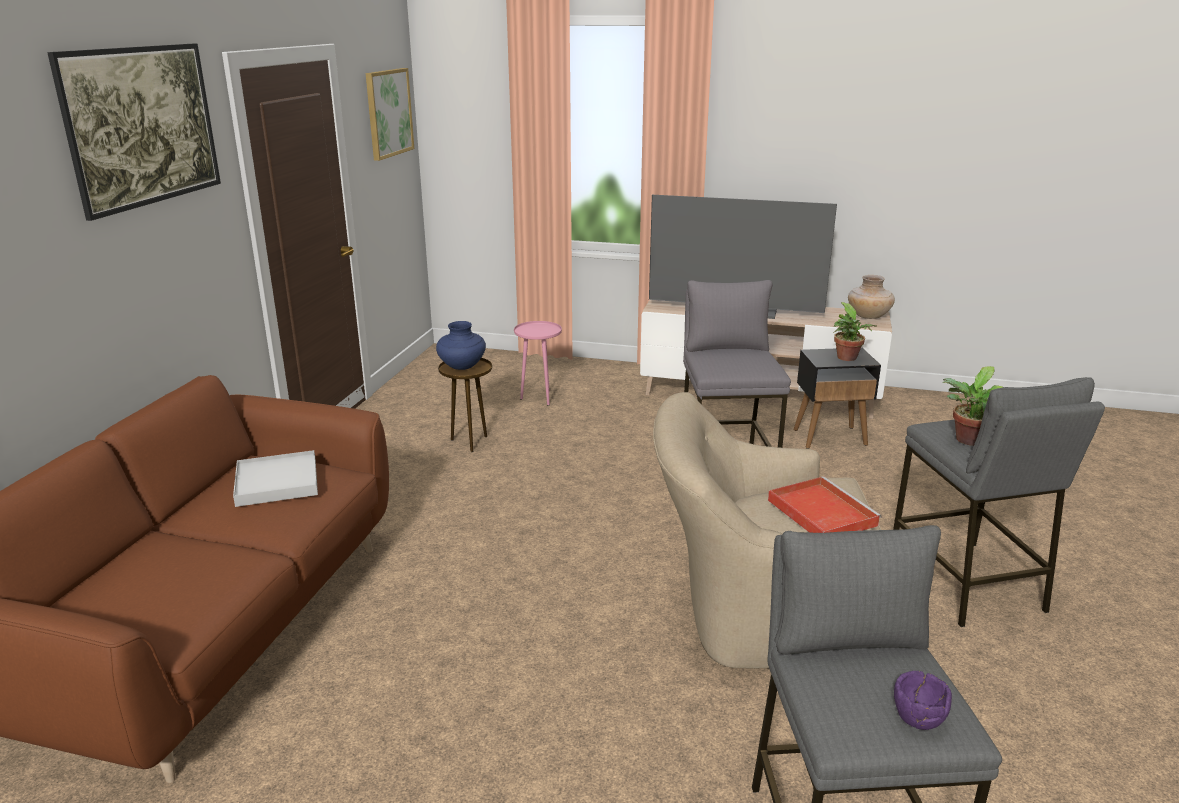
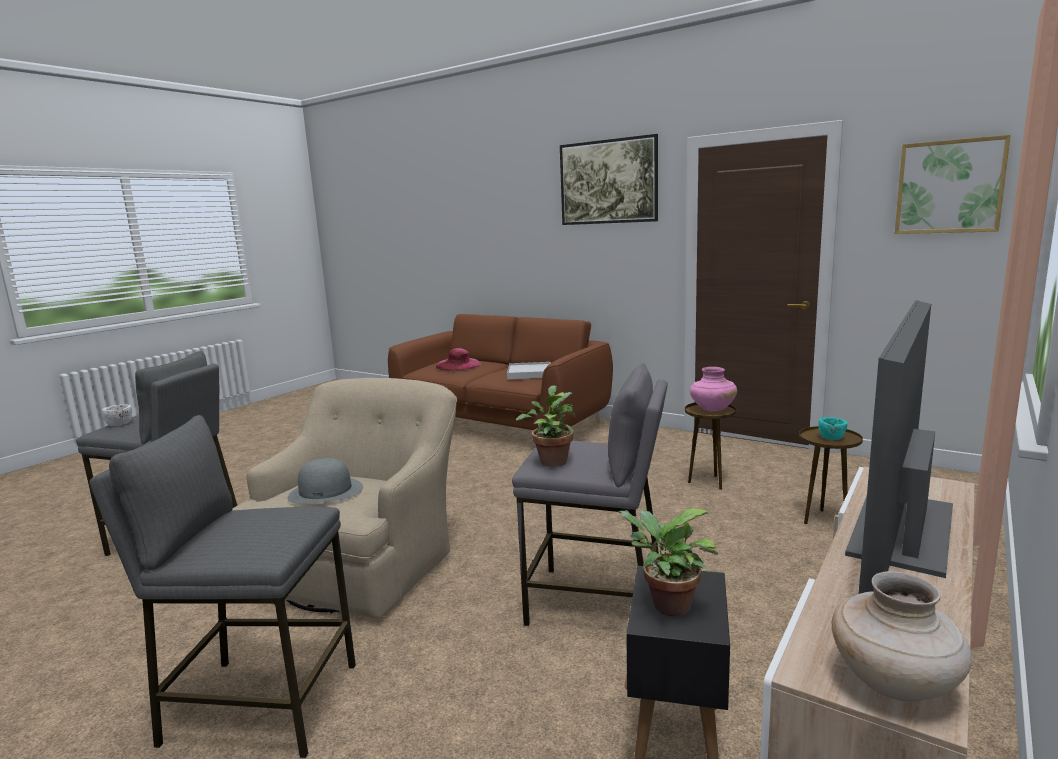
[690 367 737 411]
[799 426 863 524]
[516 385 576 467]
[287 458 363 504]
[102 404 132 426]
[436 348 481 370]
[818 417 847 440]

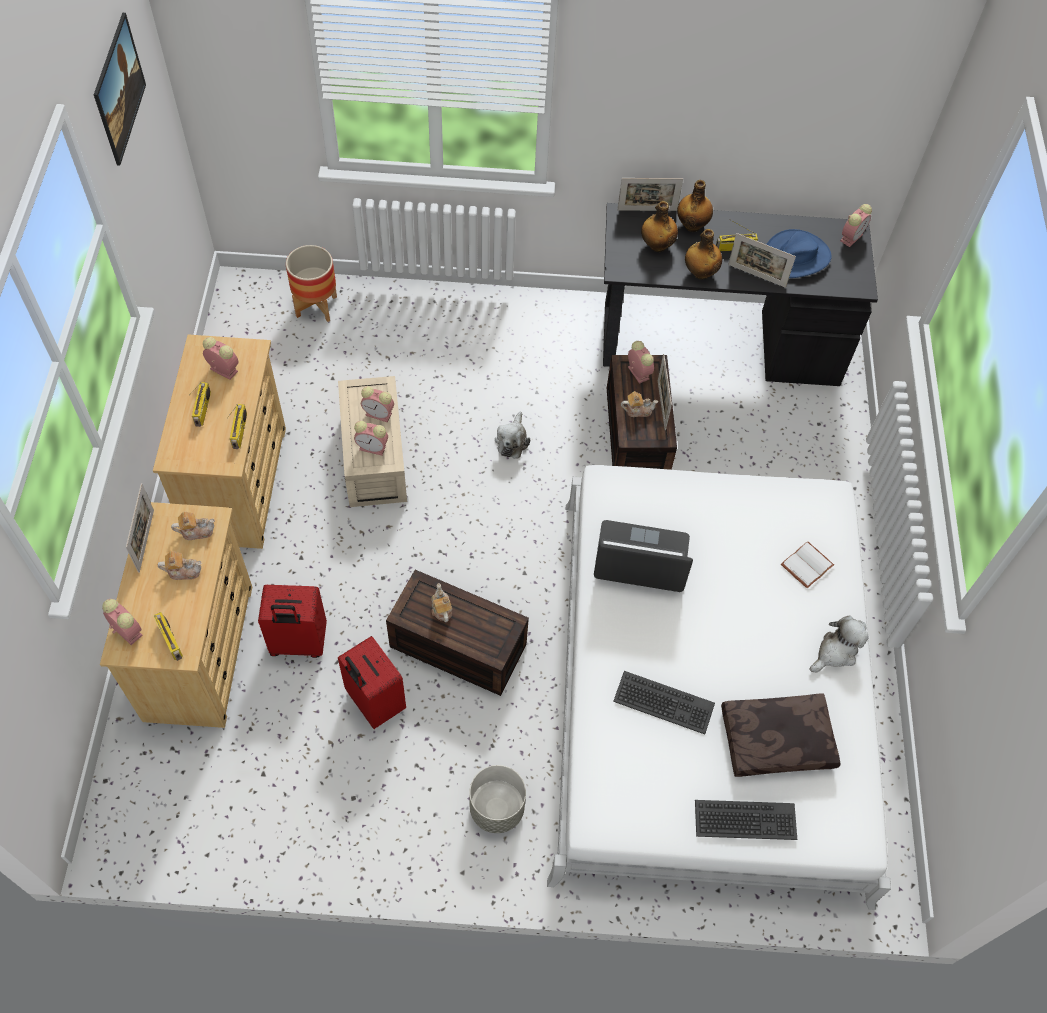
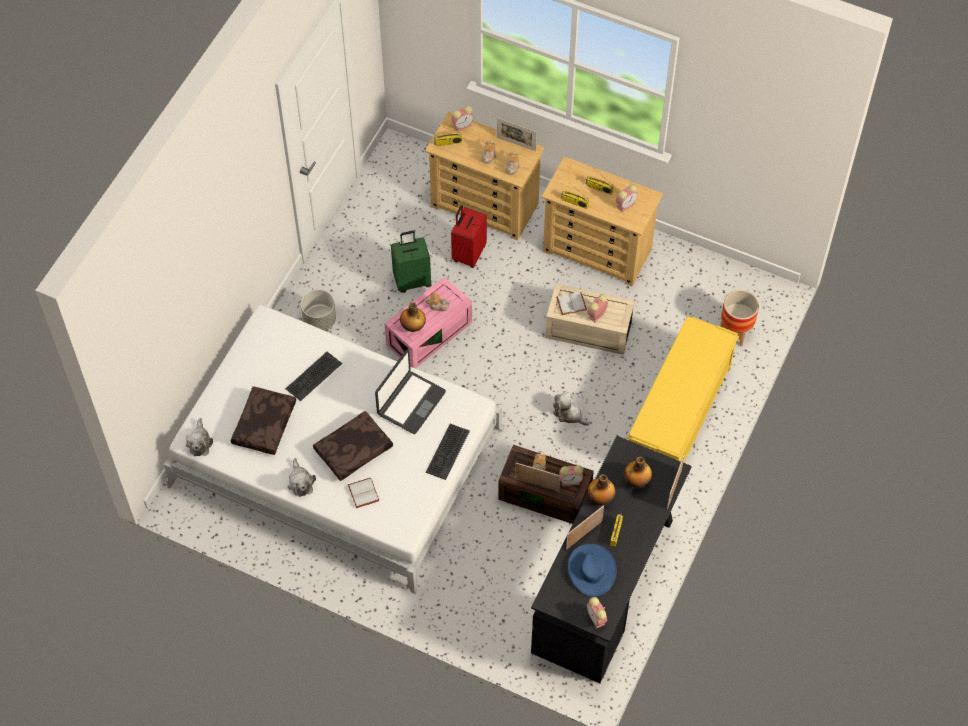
[94 13 146 166] (first image)
[400 302 426 332]
[556 292 587 315]
[385 277 472 368]
[391 231 432 293]
[425 424 470 480]
[627 317 739 463]
[313 411 393 481]
[186 418 213 456]

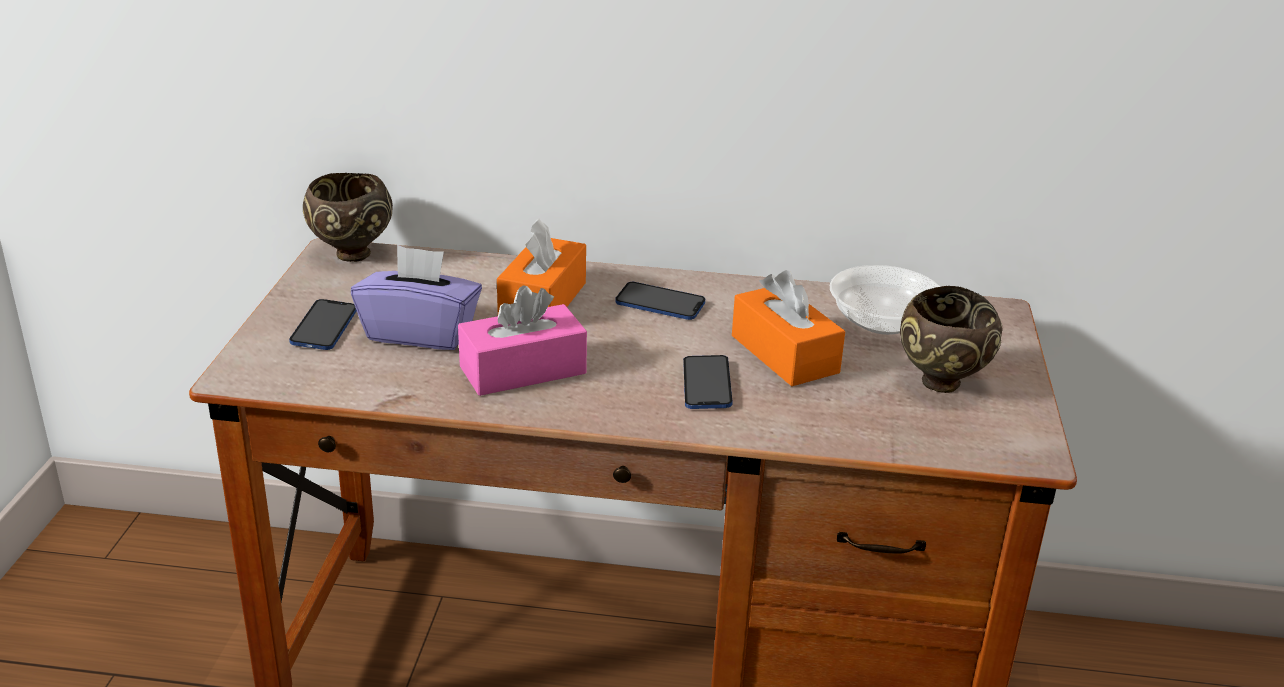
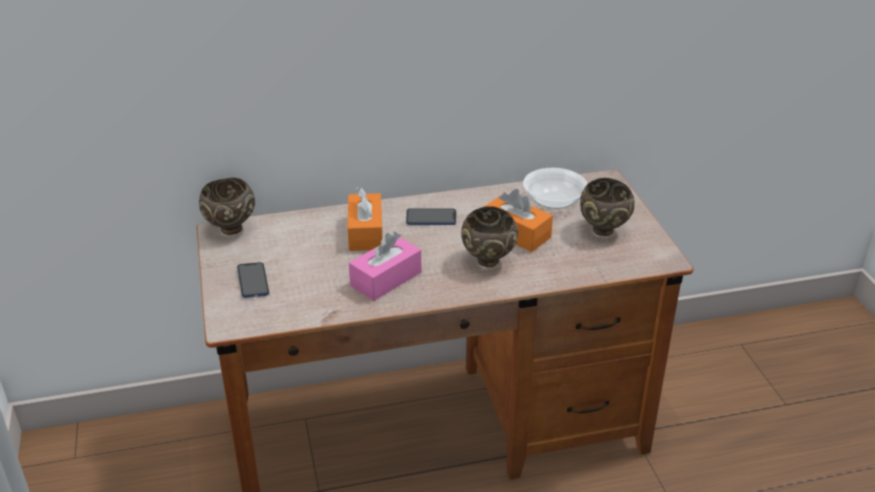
[351 245 482 350] (first image)
[461 206 518 267]

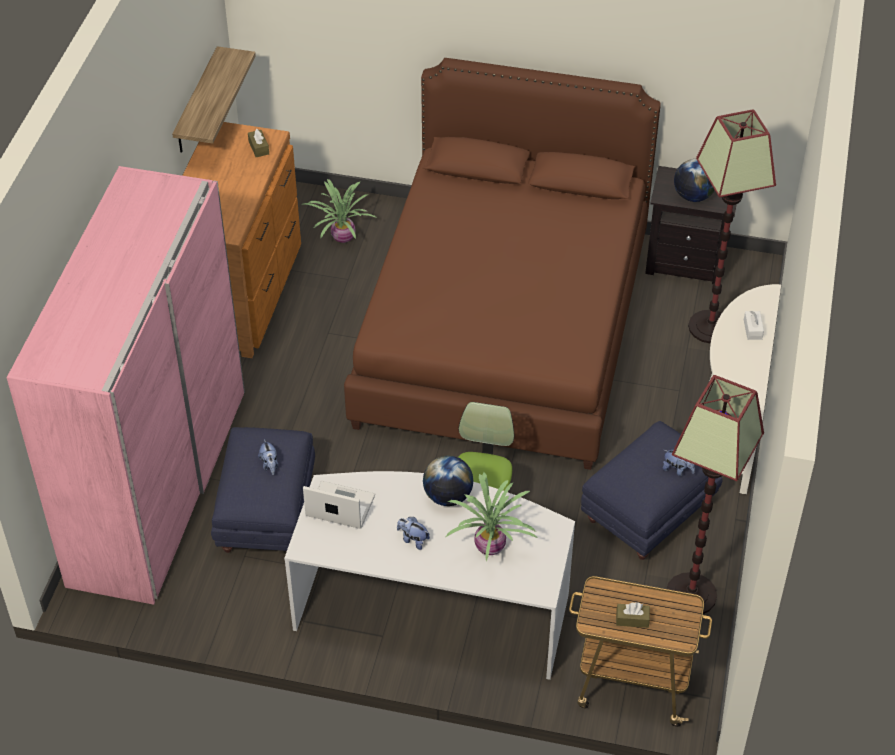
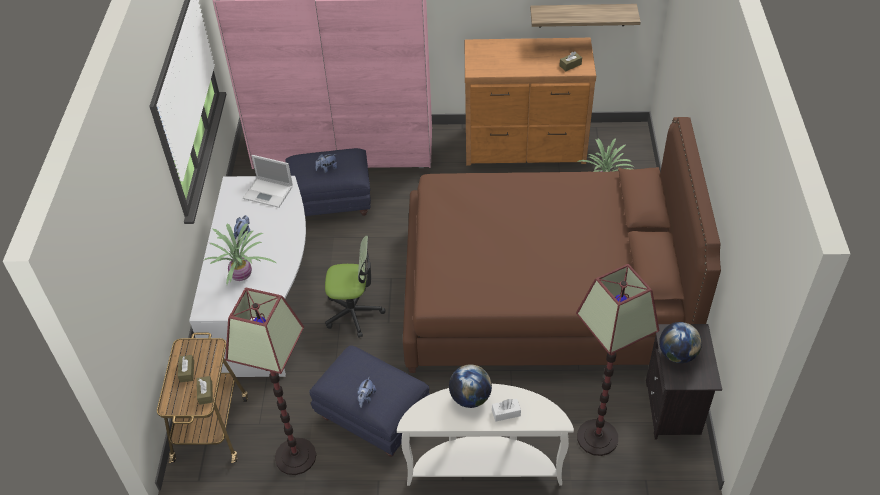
[449 364 492 408]
[243 155 293 208]
[197 376 213 405]

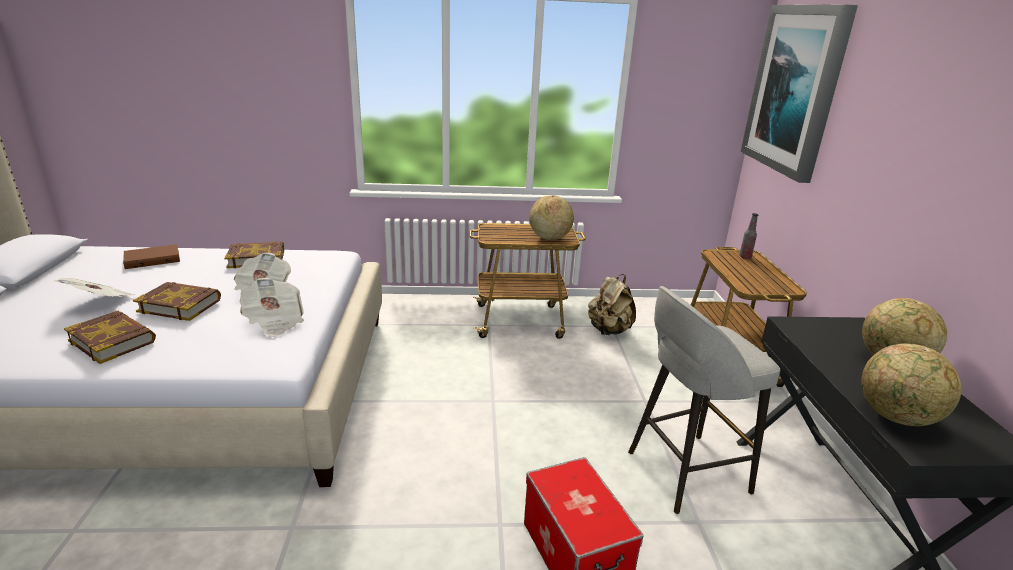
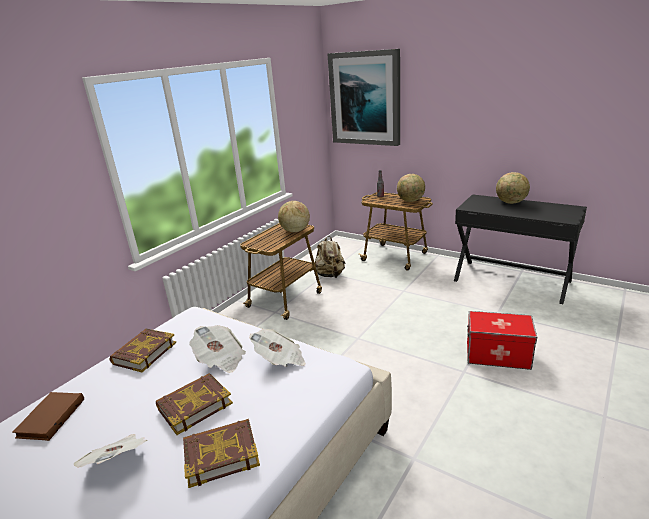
[628 286 780 514] (first image)
[397 174 425 202]

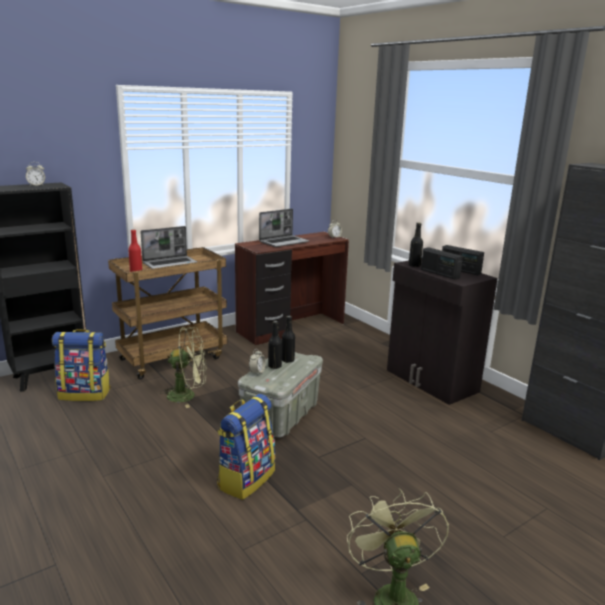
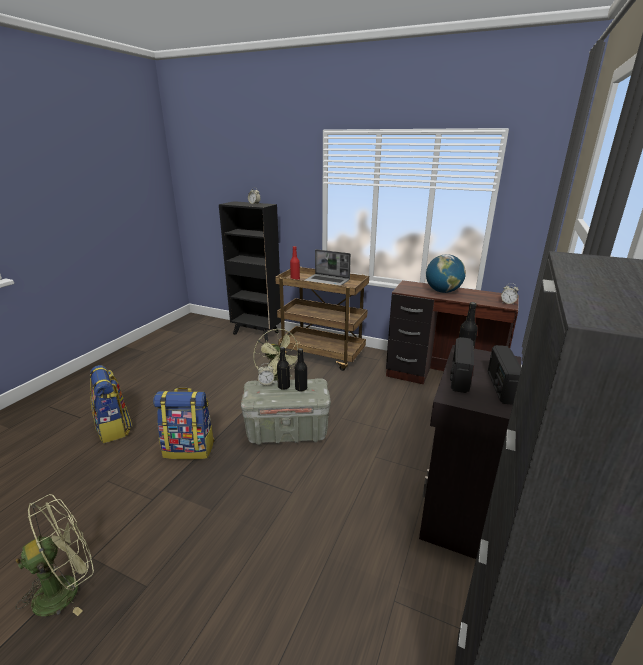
[426 254 466 293]
[90 365 132 444]

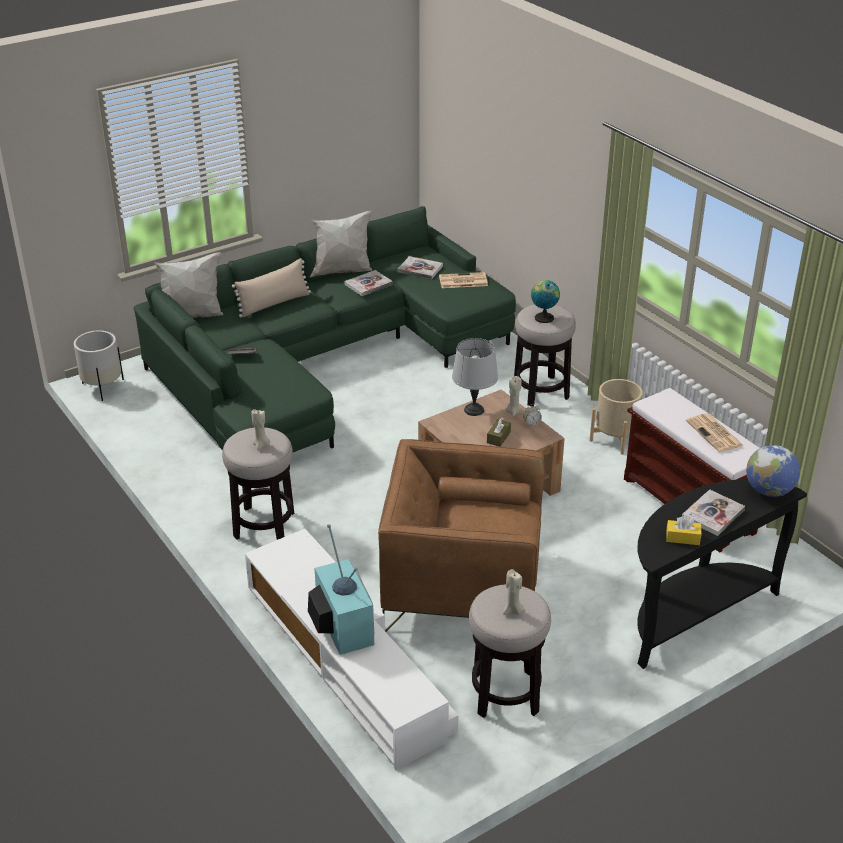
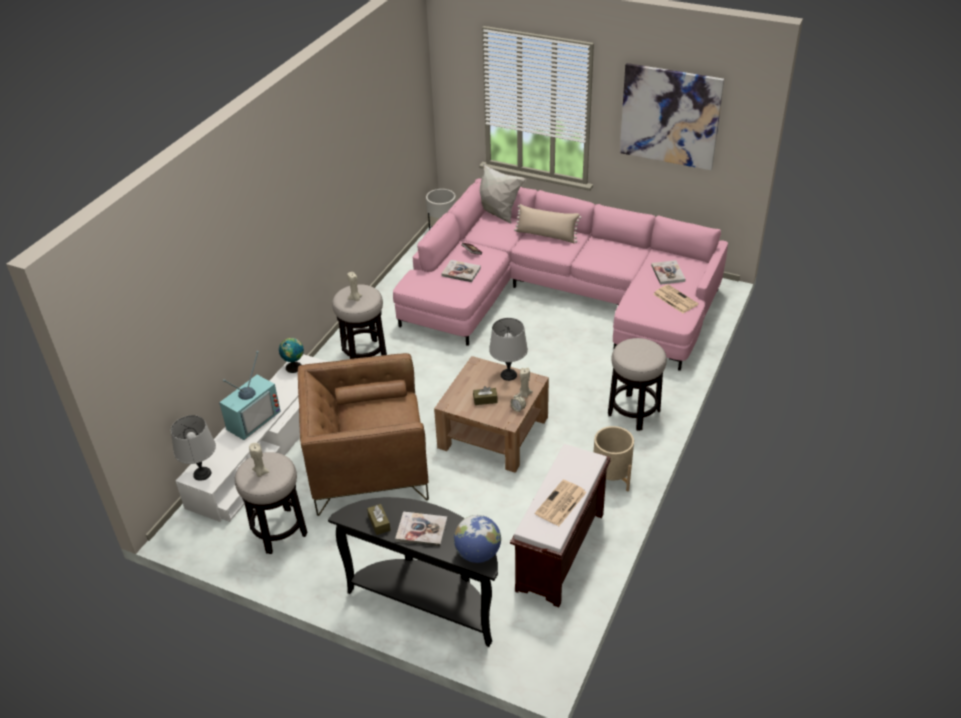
[393 178 728 371]
[310 211 372 277] (first image)
[441 260 481 282]
[279 338 304 373]
[298 353 429 516]
[367 504 391 535]
[620 63 724 170]
[171 415 216 481]

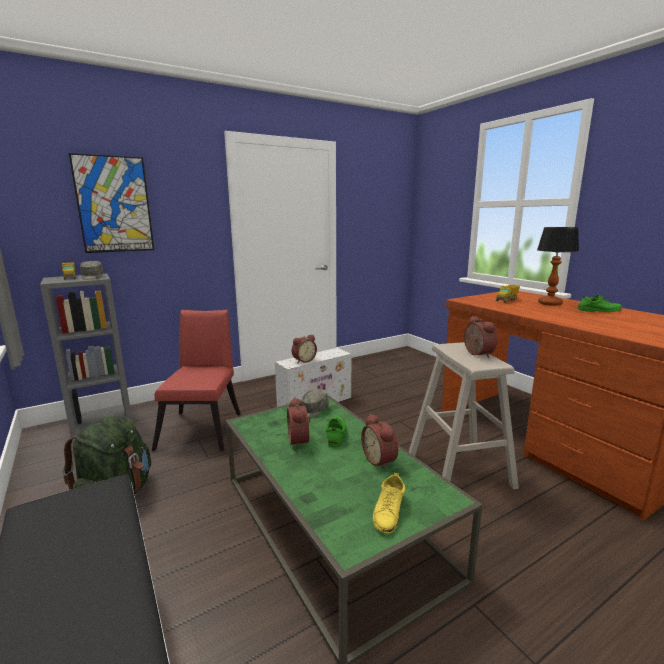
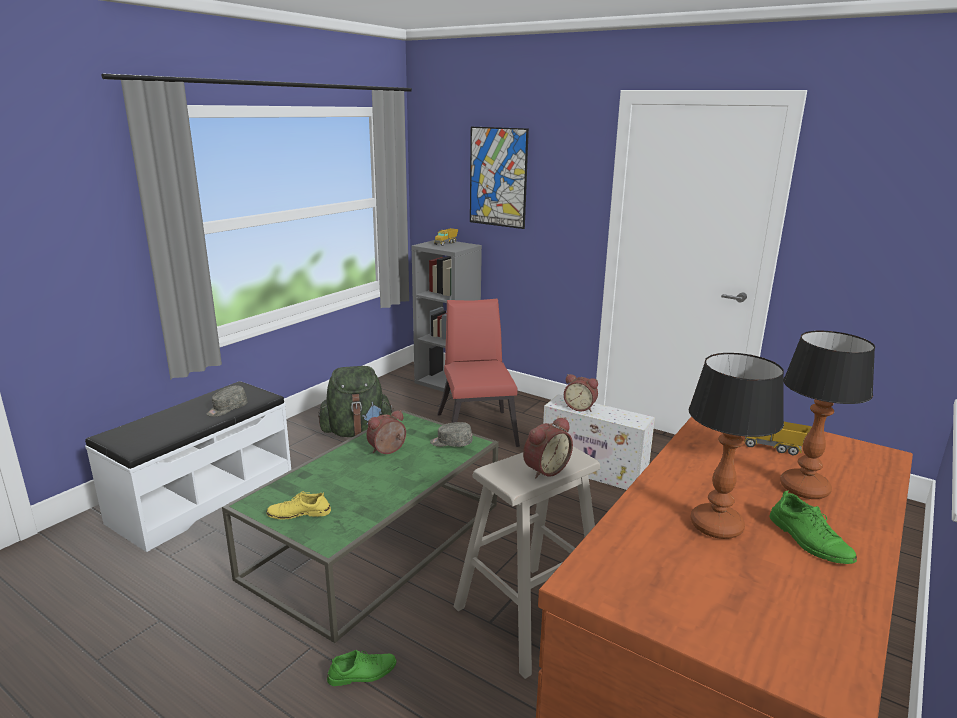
[207 386 247 417]
[437 299 520 447]
[361 414 398 470] (first image)
[327 650 396 686]
[689 353 784 539]

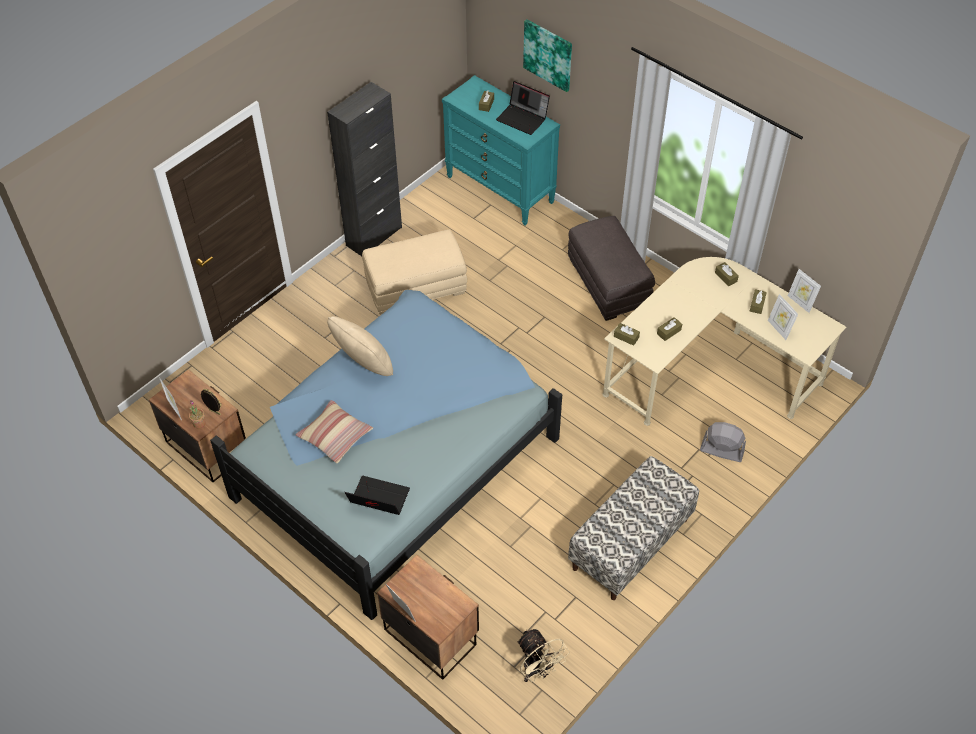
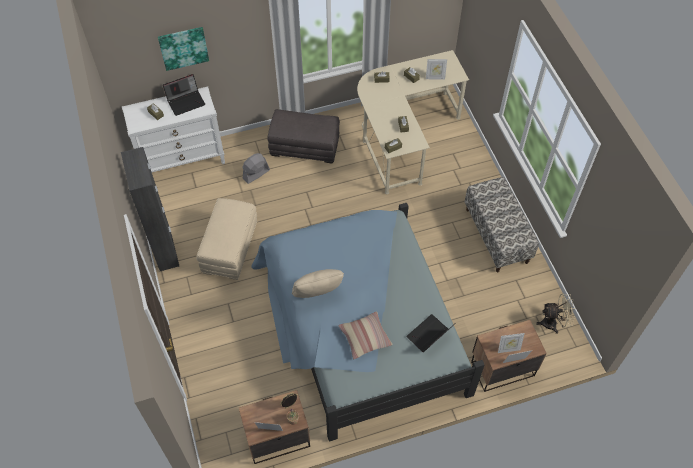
[122 86 225 172]
[498 333 525 353]
[243 153 270 184]

